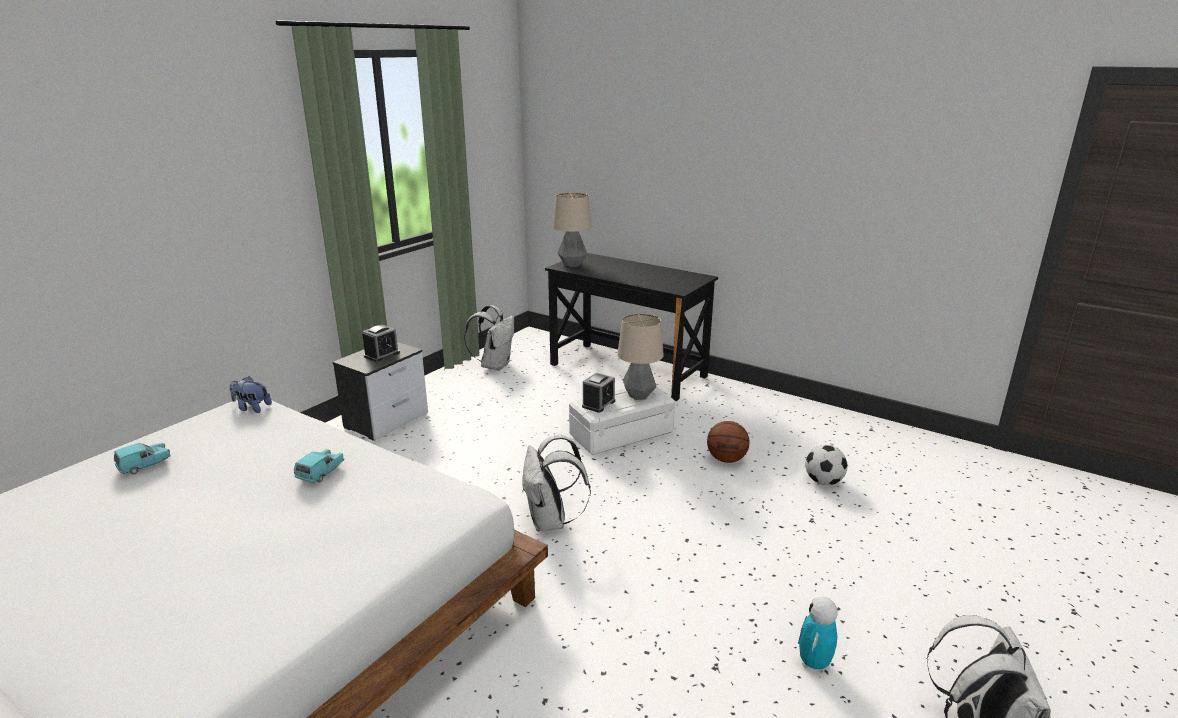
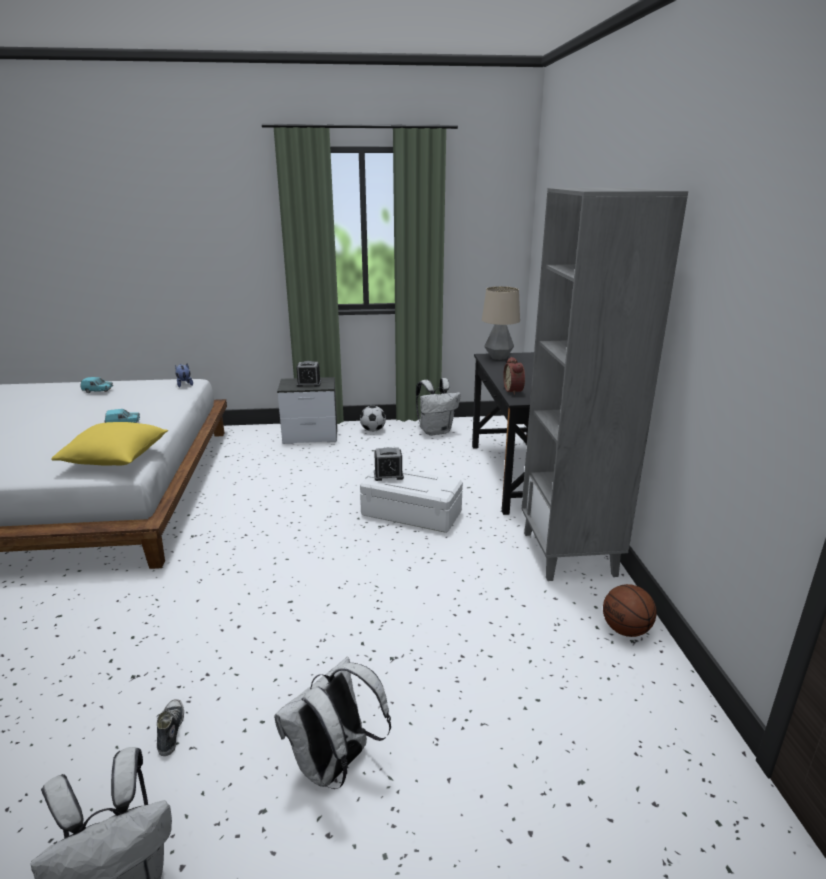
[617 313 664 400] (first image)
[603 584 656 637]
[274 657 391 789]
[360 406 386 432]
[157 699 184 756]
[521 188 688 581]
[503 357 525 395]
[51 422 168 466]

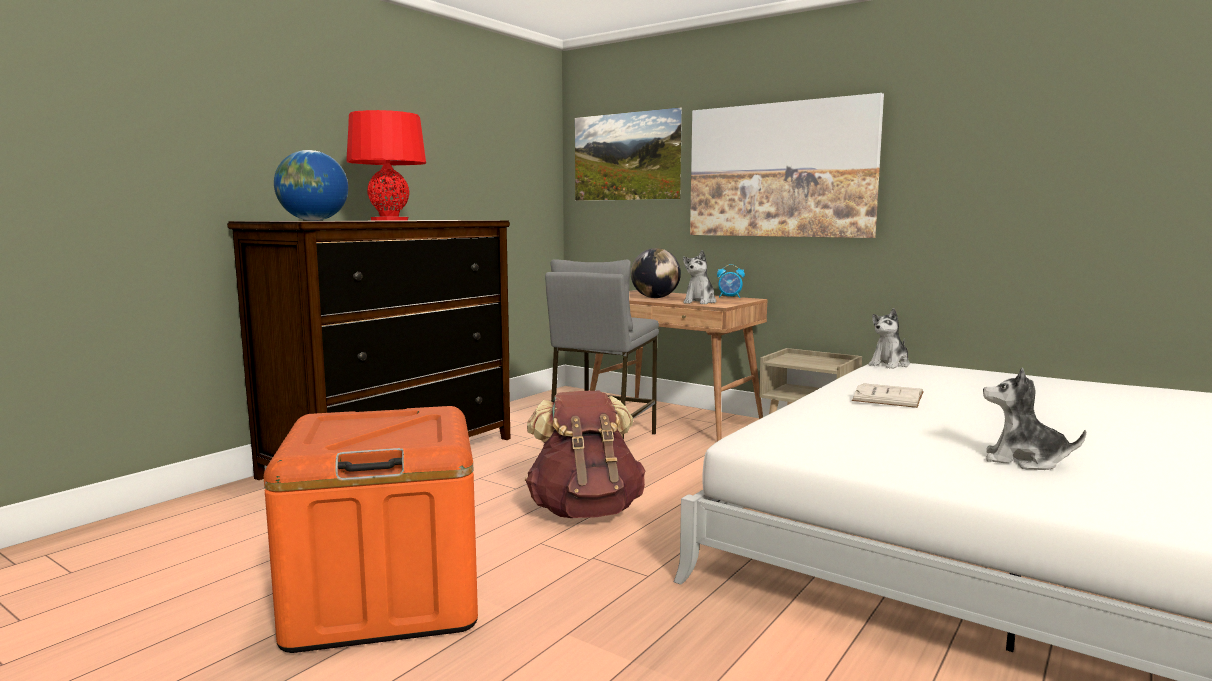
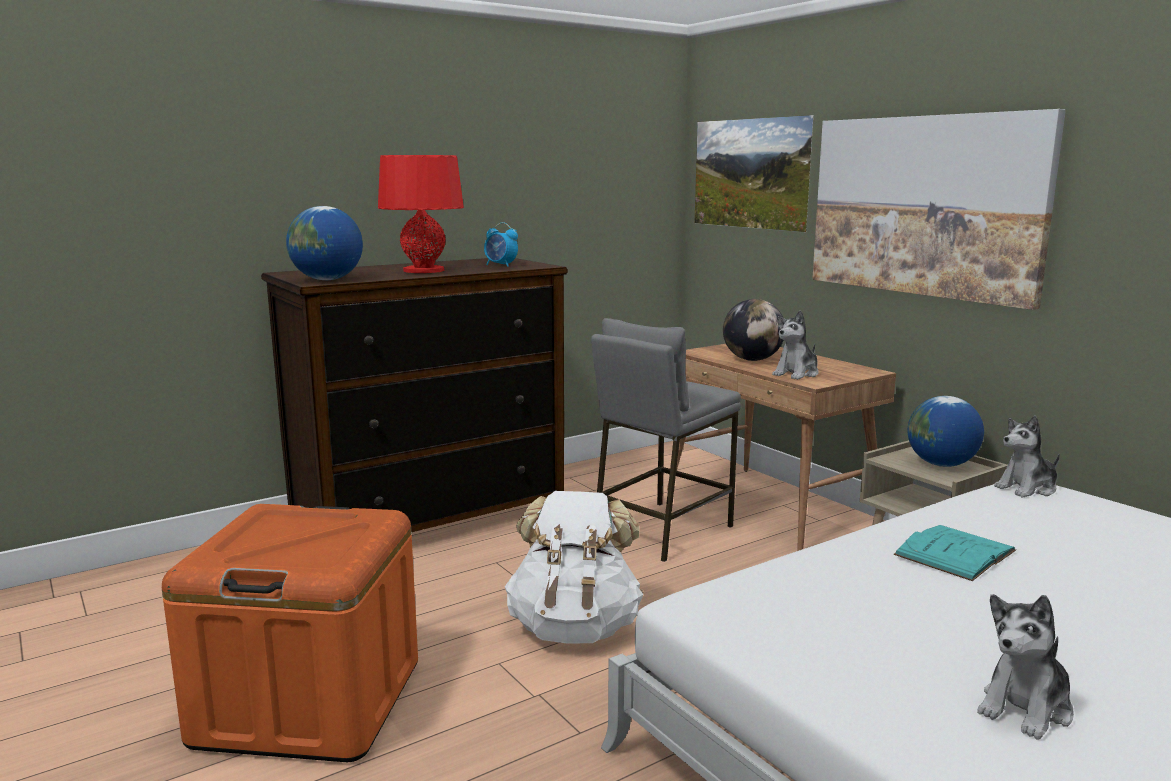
[484 222 518 267]
[977 594 1074 739]
[893 525 1016 581]
[505 491 644 643]
[908 396 984 467]

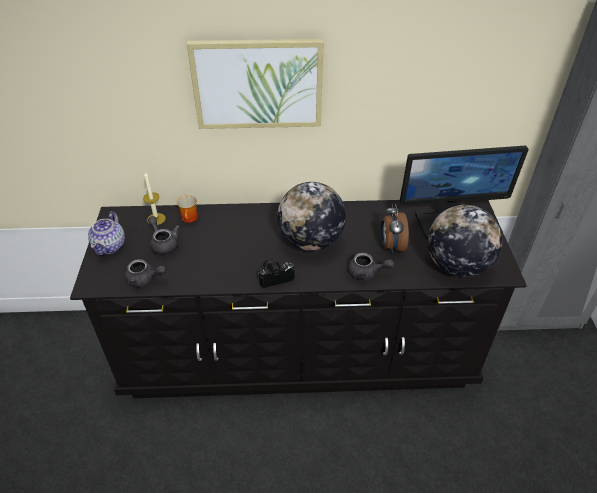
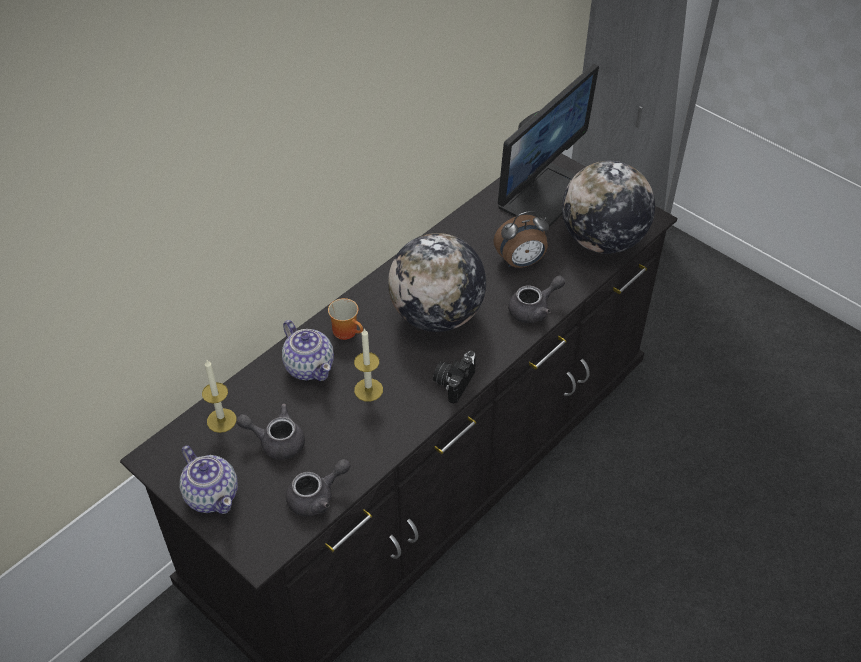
[187 39 324 129] (first image)
[328 298 363 340]
[493 211 549 268]
[282 320 334 381]
[354 328 383 402]

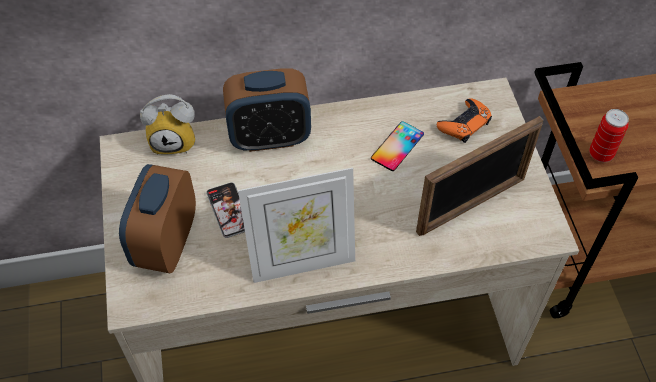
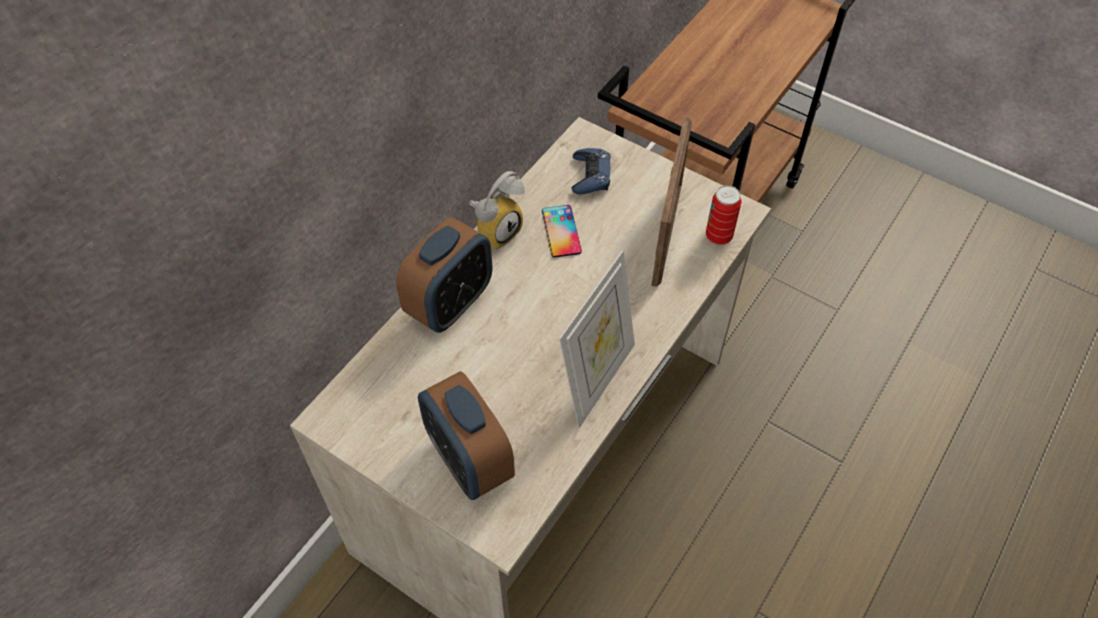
[469 171 525 251]
[572 148 610 194]
[706 185 741 245]
[206 182 245 238] (first image)

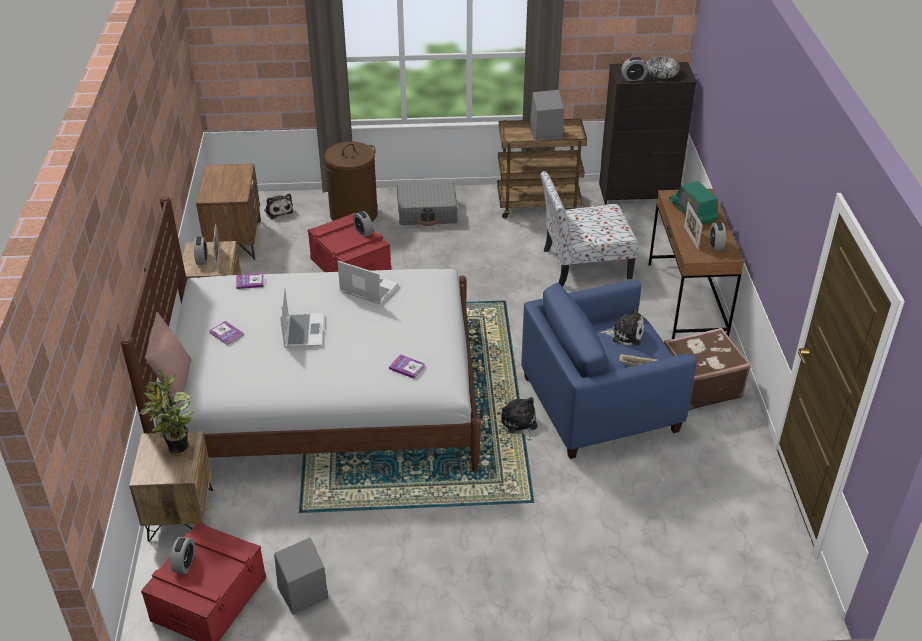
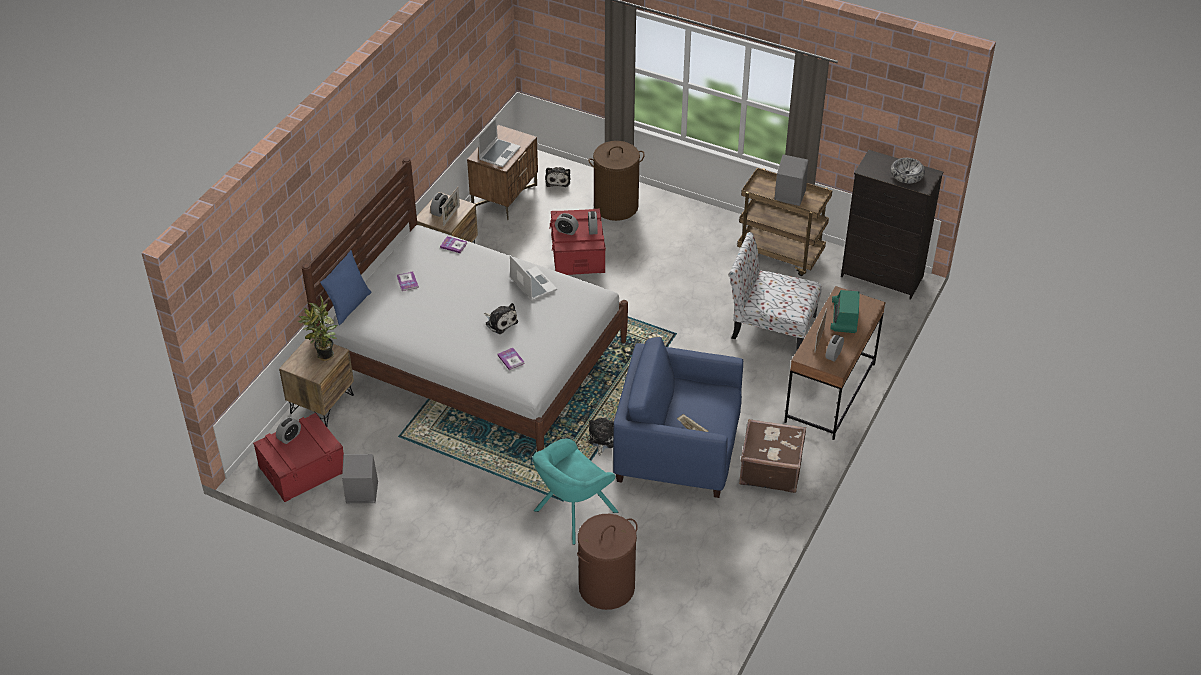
[555 213 579 235]
[397 182 457 226] (first image)
[478 117 521 167]
[484 303 518 334]
[320 250 371 325]
[533 439 618 545]
[577 514 638 610]

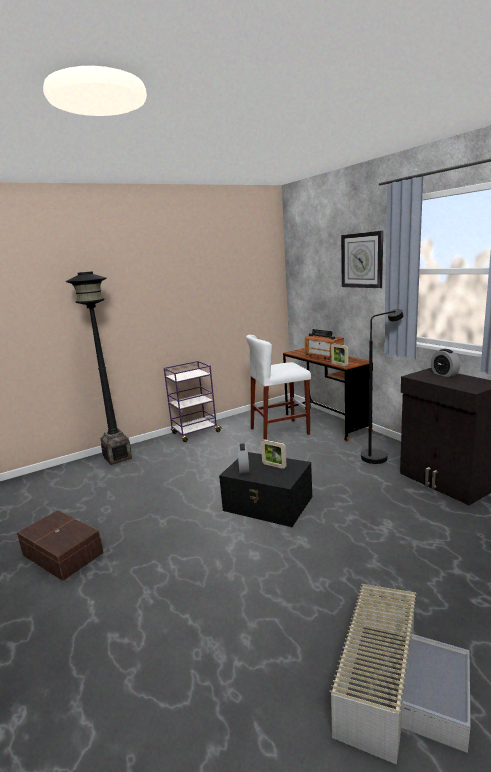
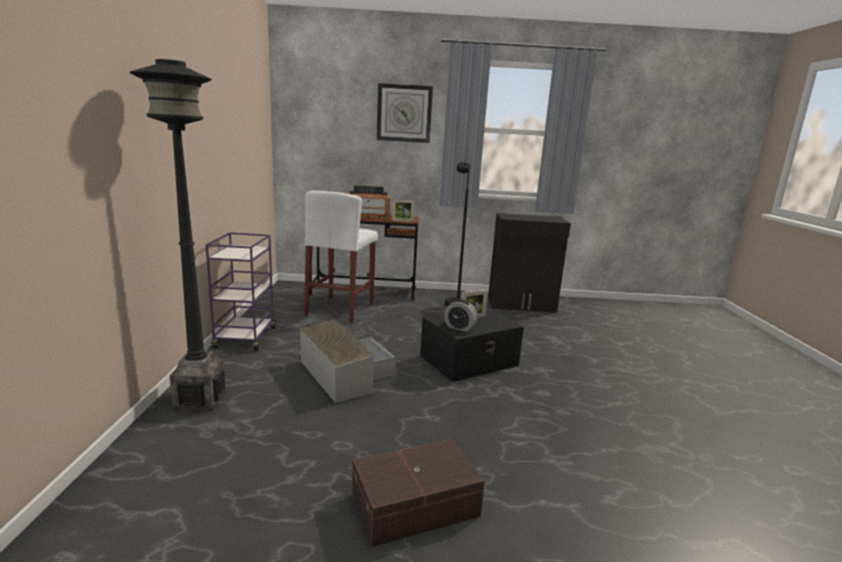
[431 349 460 377] (first image)
[300 319 396 403]

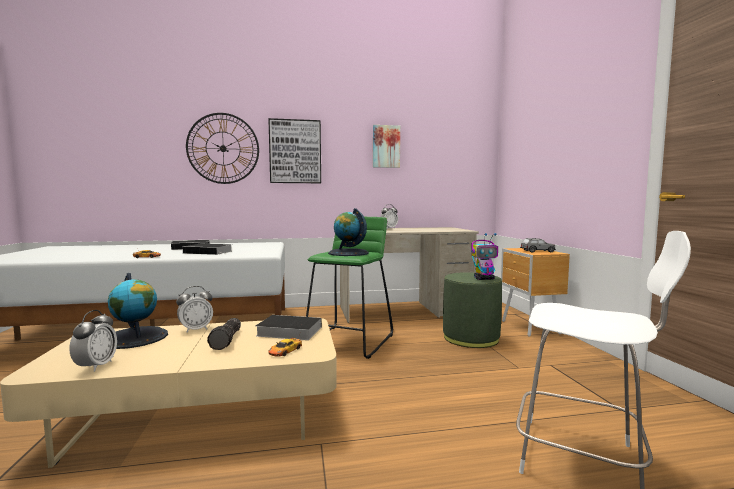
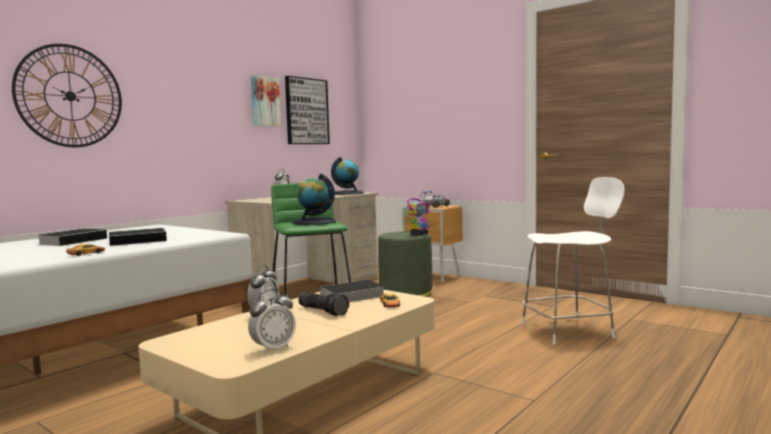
[285 76 330 144]
[331 157 364 195]
[248 289 296 354]

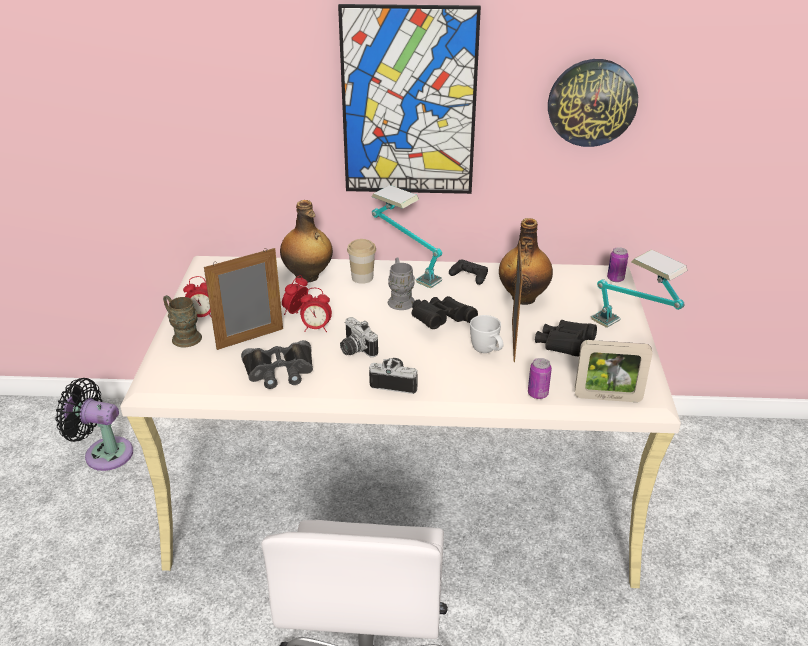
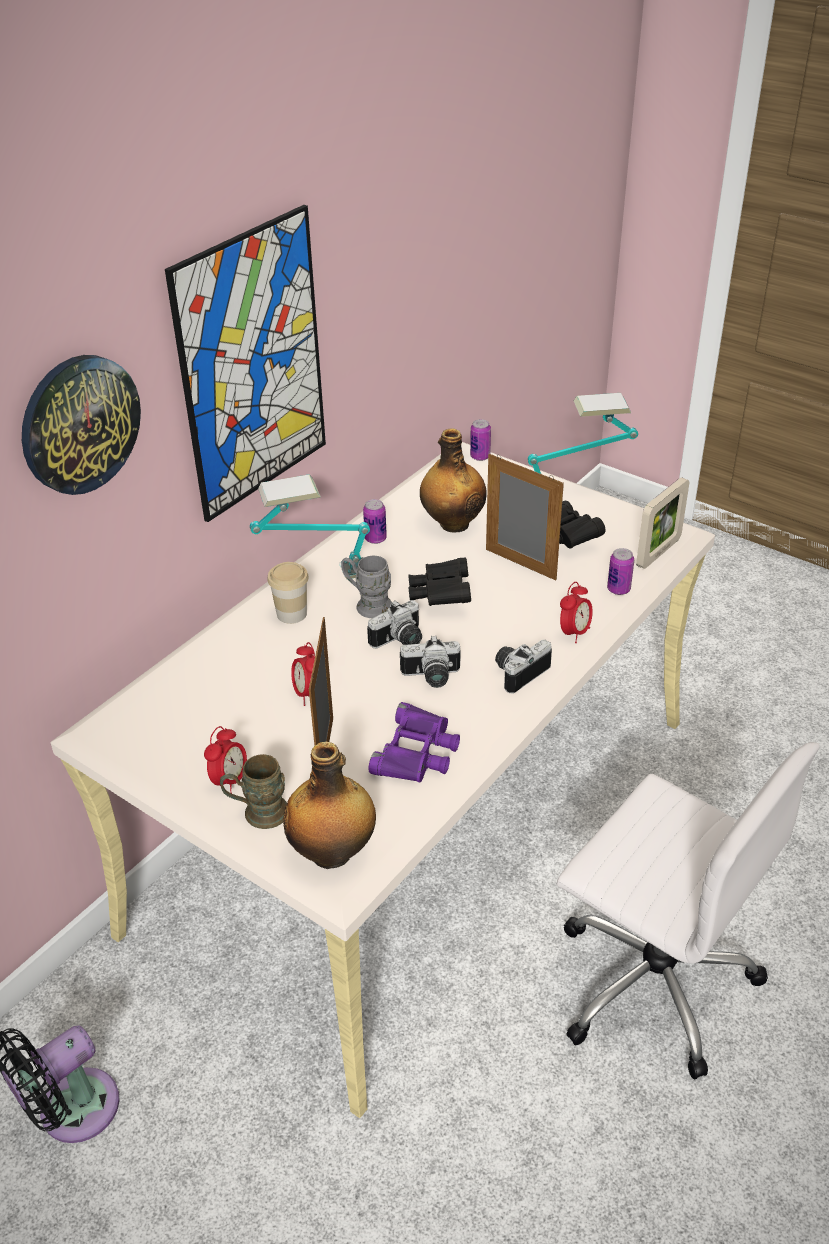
[22 355 141 495]
[283 742 376 869]
[363 499 387 544]
[560 582 593 643]
[470 315 503 353] (first image)
[369 702 460 783]
[367 600 422 649]

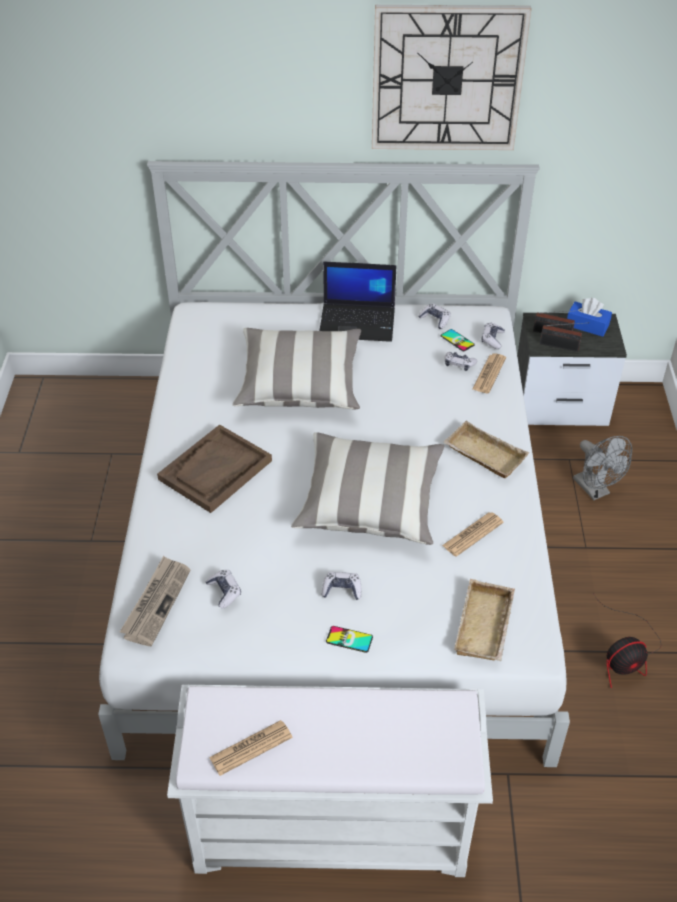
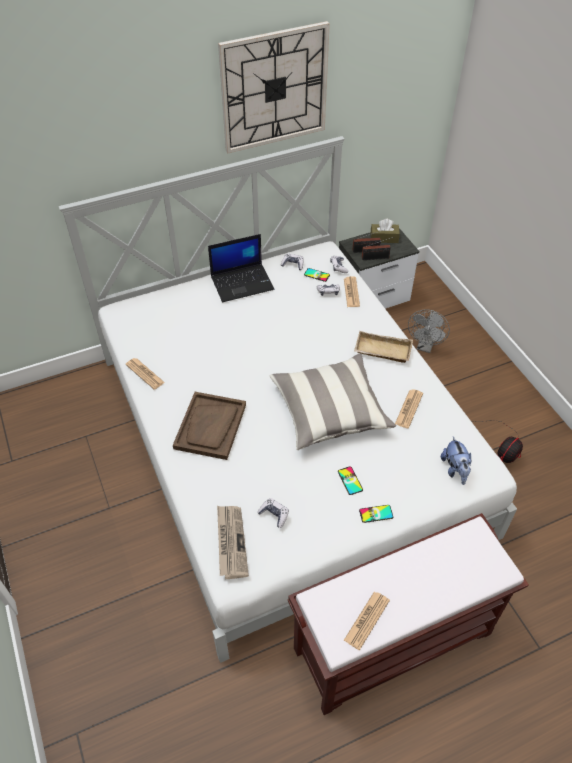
[370 219 400 243]
[232 328 361 409] (first image)
[408 309 450 353]
[338 466 363 495]
[441 436 471 485]
[288 513 529 715]
[126 358 165 390]

